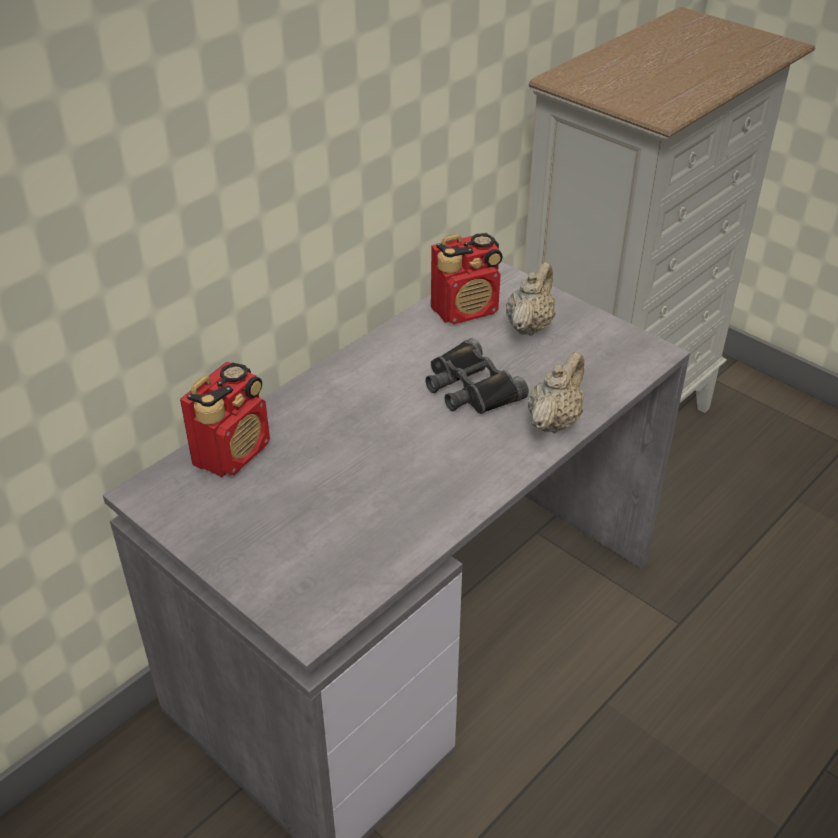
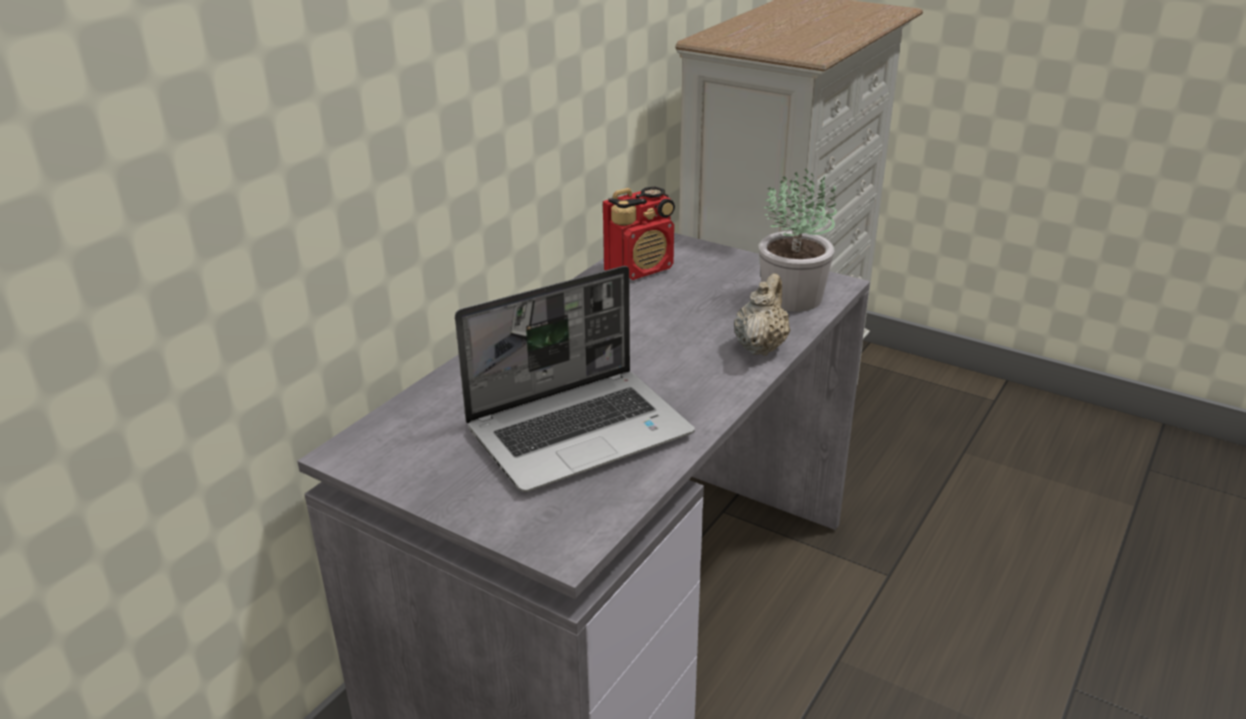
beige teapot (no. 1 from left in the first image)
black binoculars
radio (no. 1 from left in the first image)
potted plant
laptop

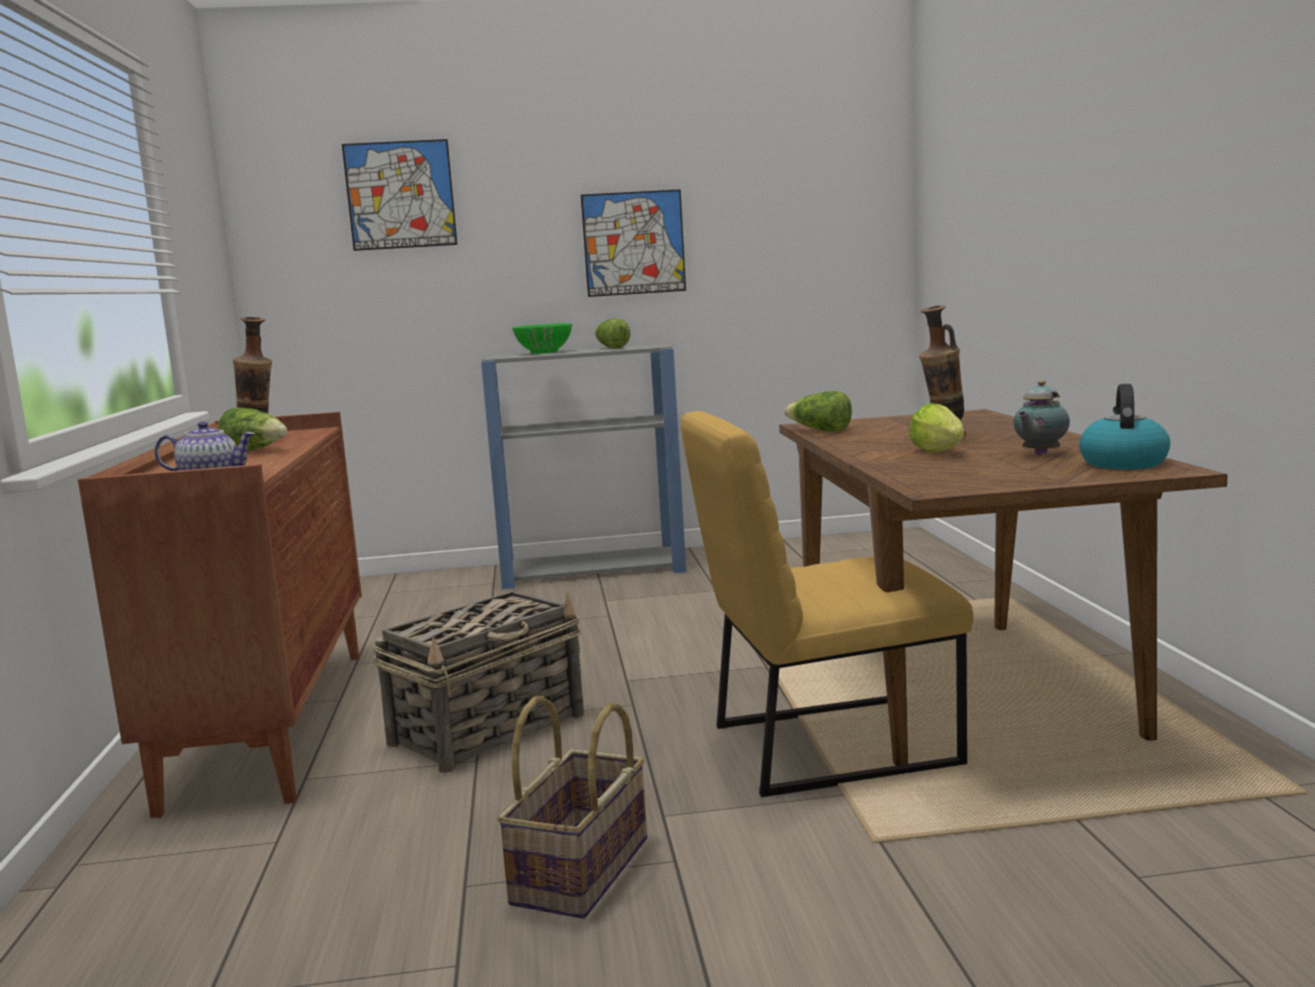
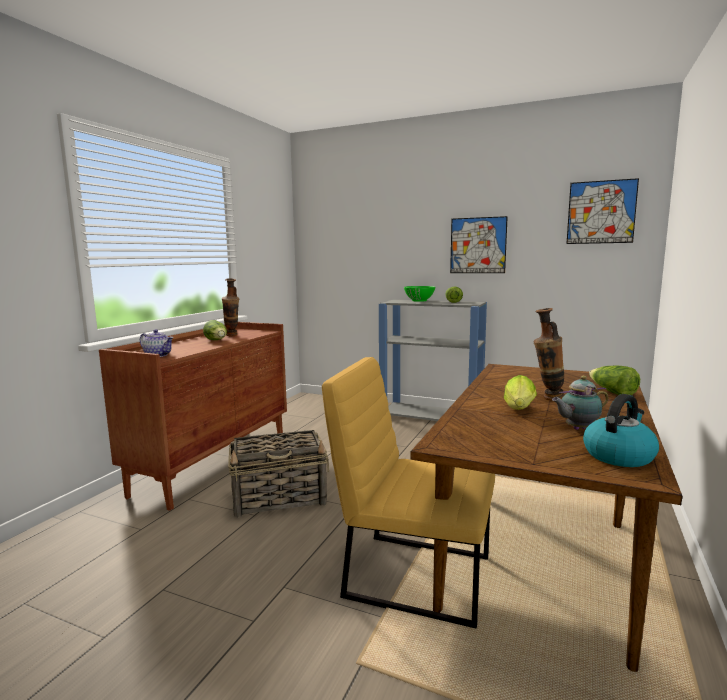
picture (no. 2 from left)
lettuce (no. 4 from left)
basket (no. 2 from left in the first image)

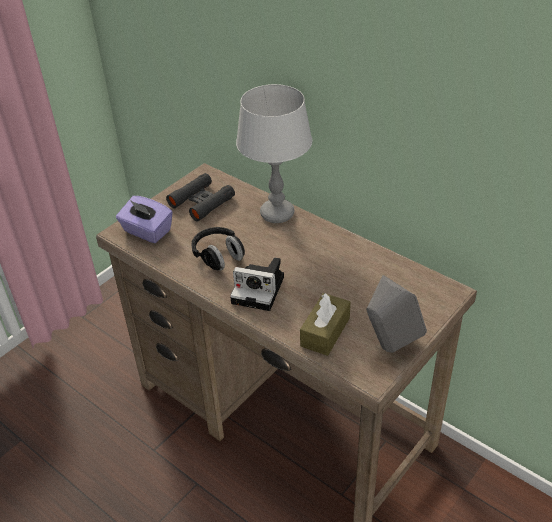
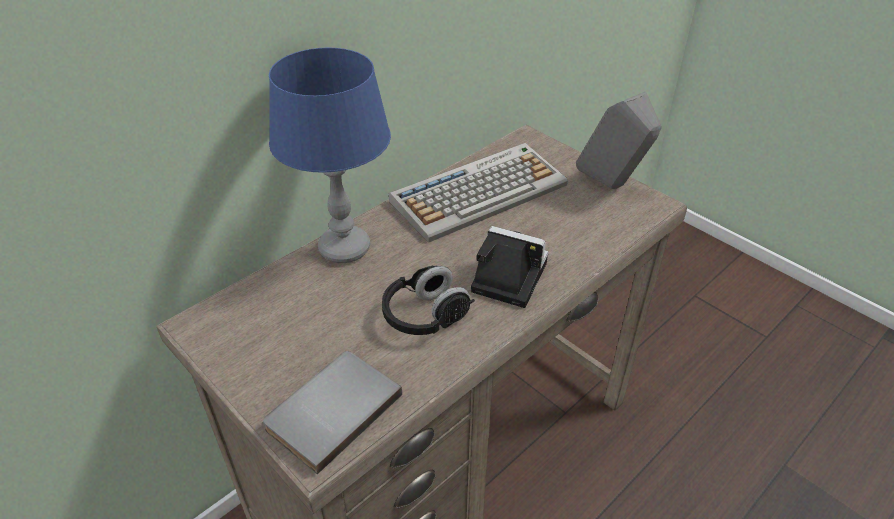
blue table lamp
black binoculars
grey book
photo camera
brown tissue box
keyboard

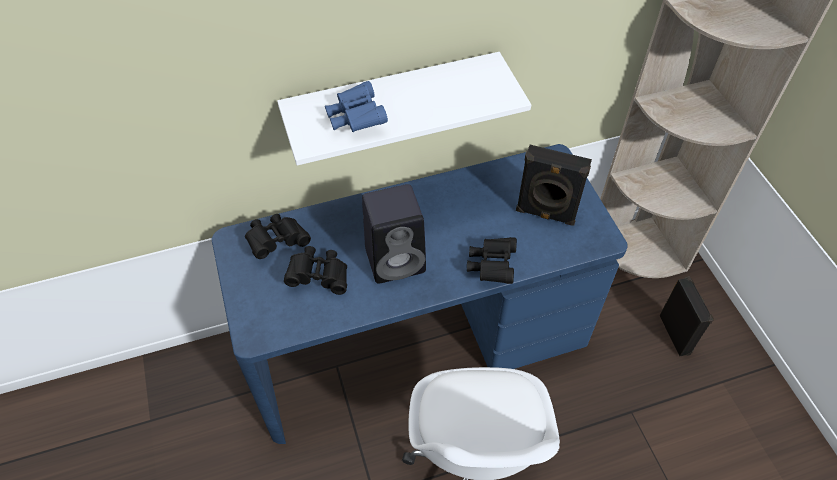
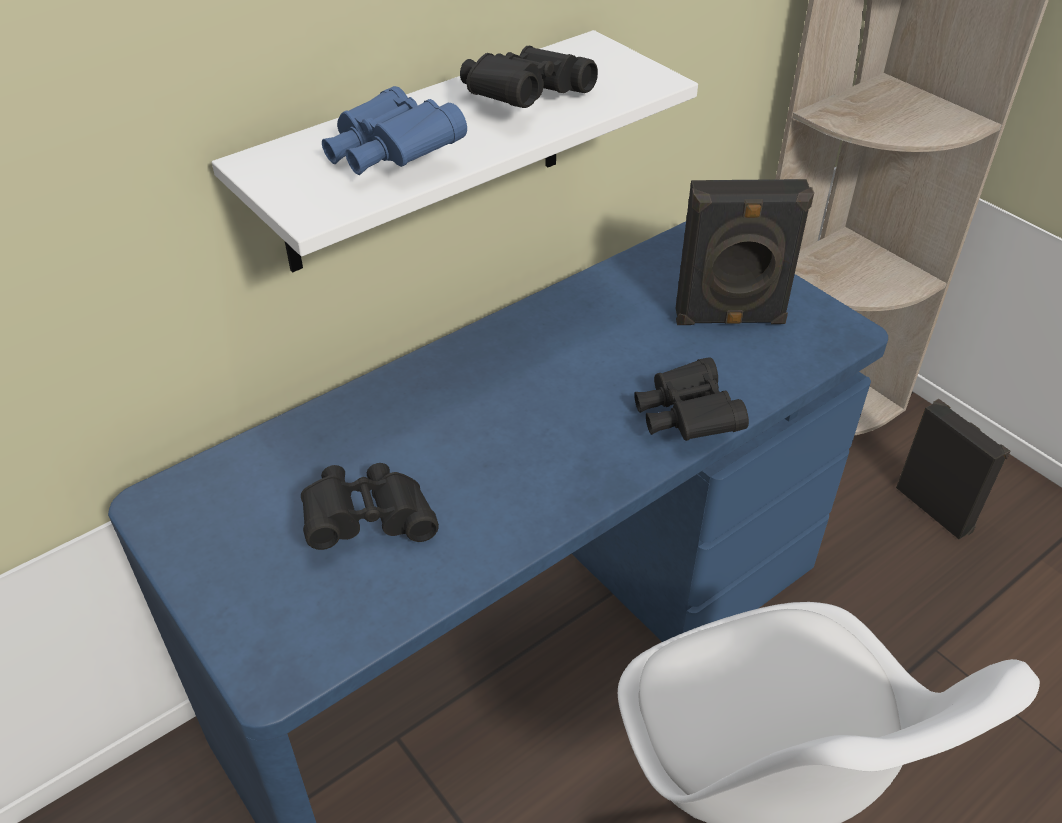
black speaker (no. 1 from left in the first image)
black binoculars (no. 2 from left)

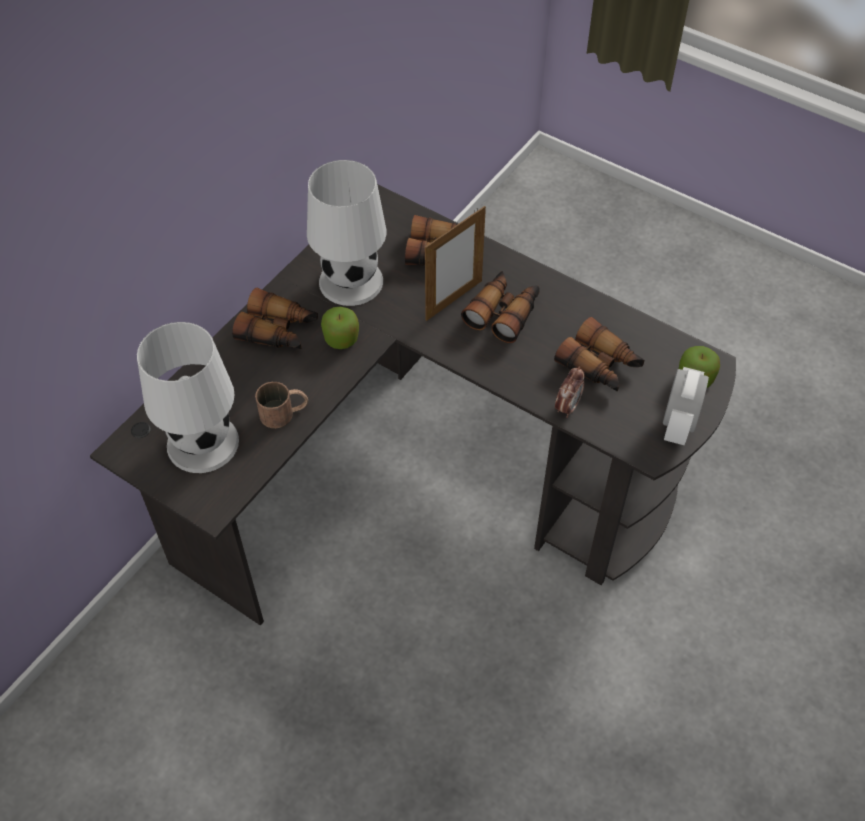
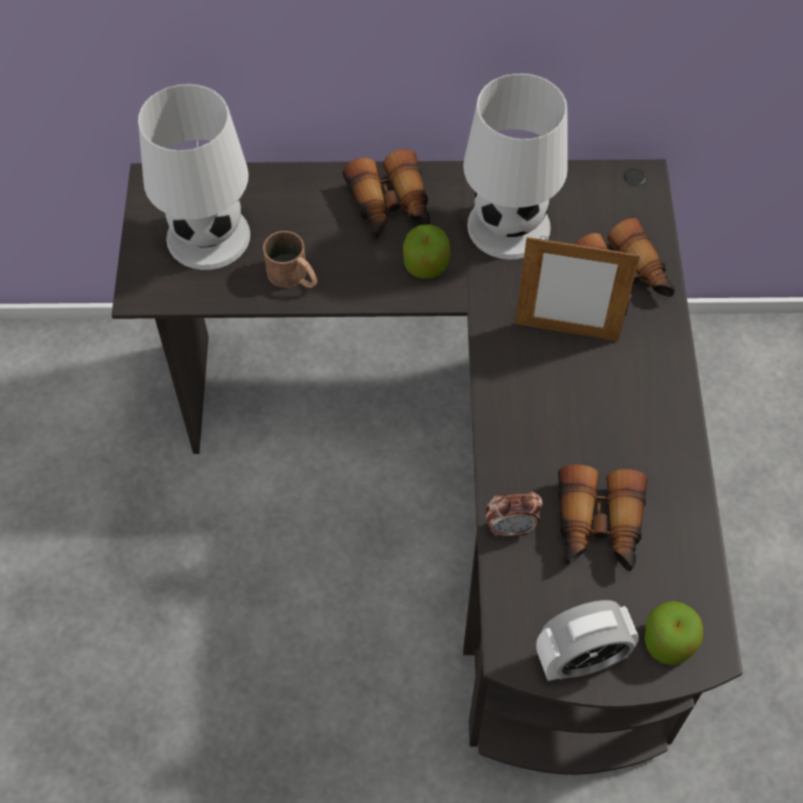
binoculars (no. 3 from left in the first image)

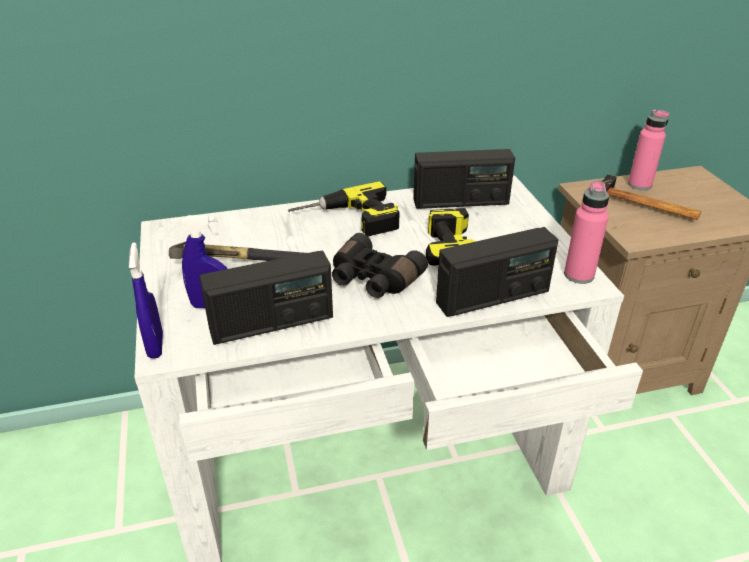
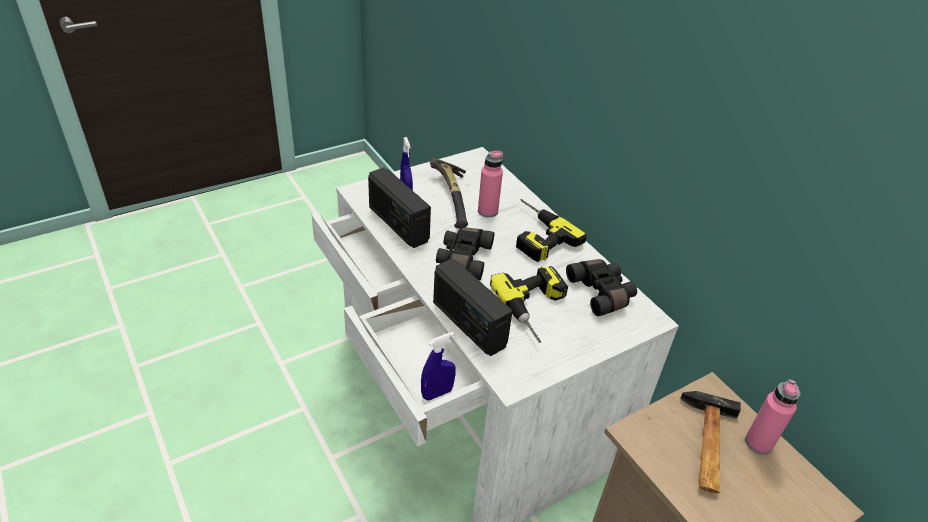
black binoculars (no. 2 from left)
pink bottle (no. 1 from left)
blue spray bottle (no. 2 from left)

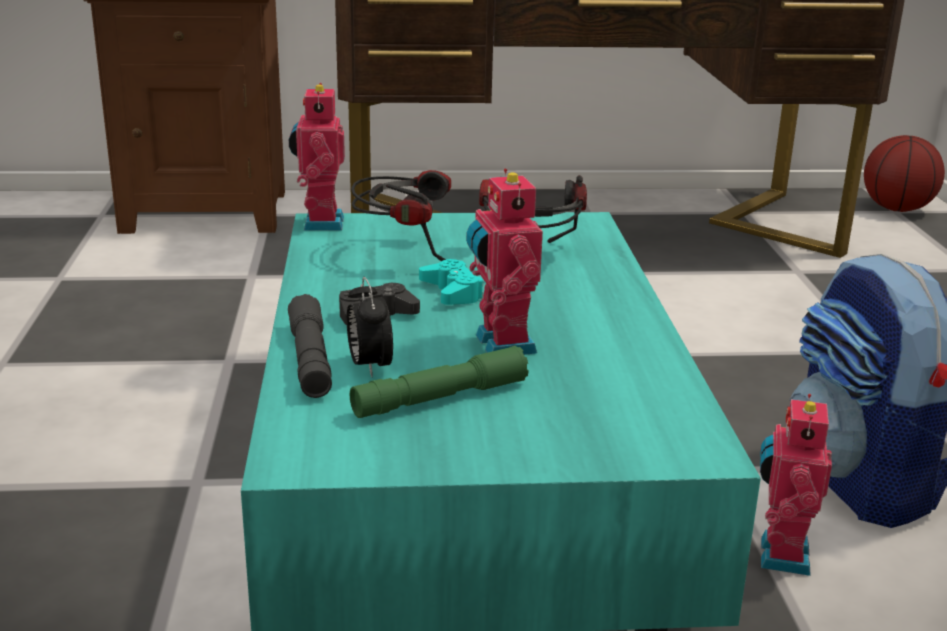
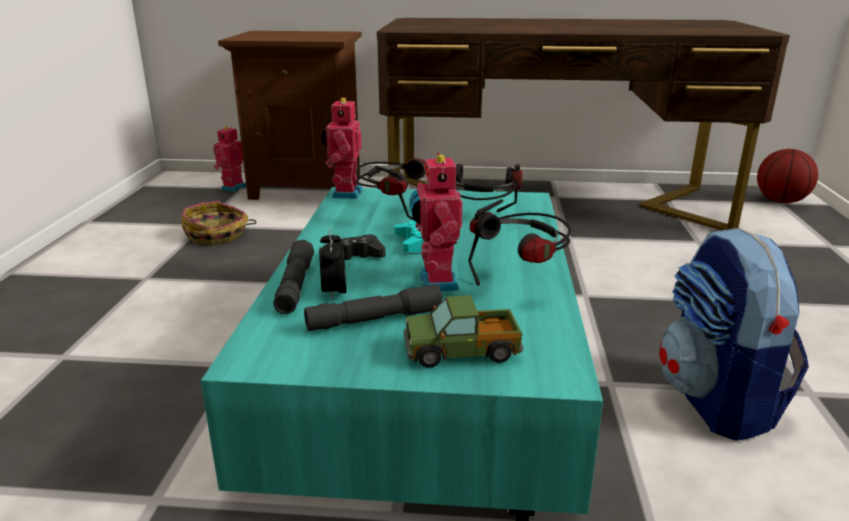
grey flashlight (no. 2 from left)
toy robot (no. 1 from left)
headphones (no. 3 from left)
basket
toy truck

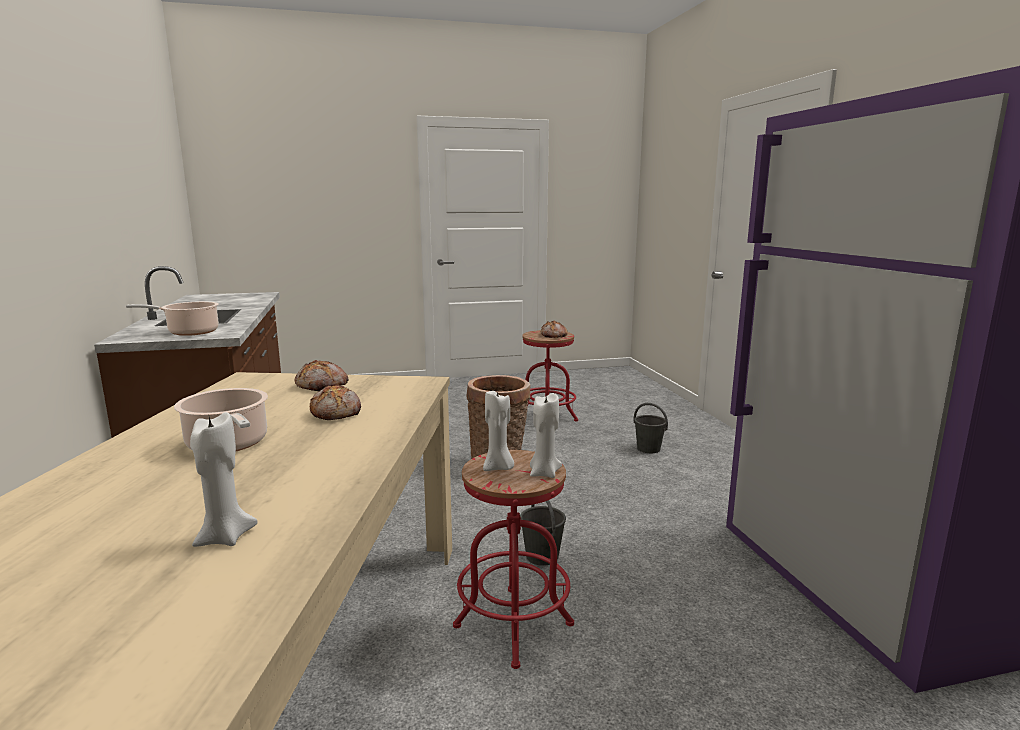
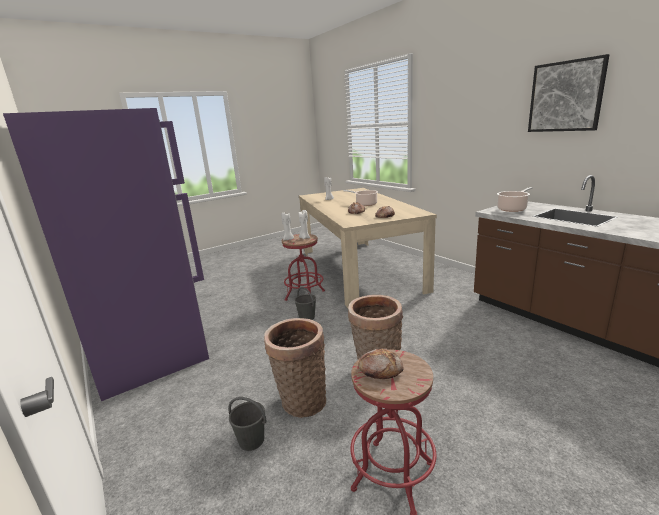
picture
basket (no. 1 from left)

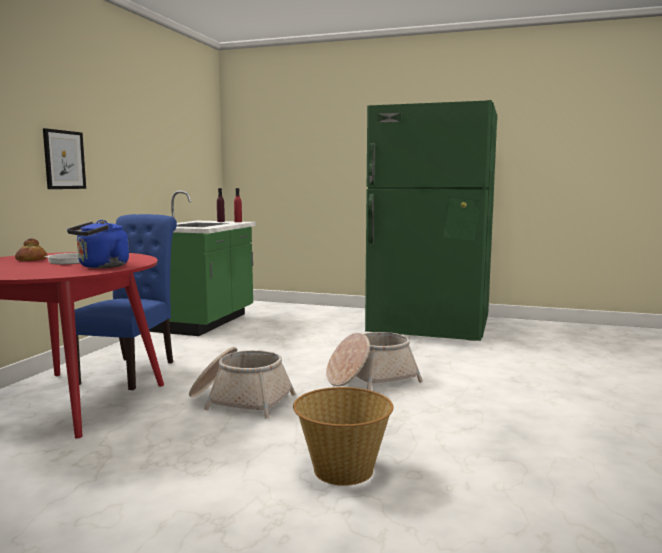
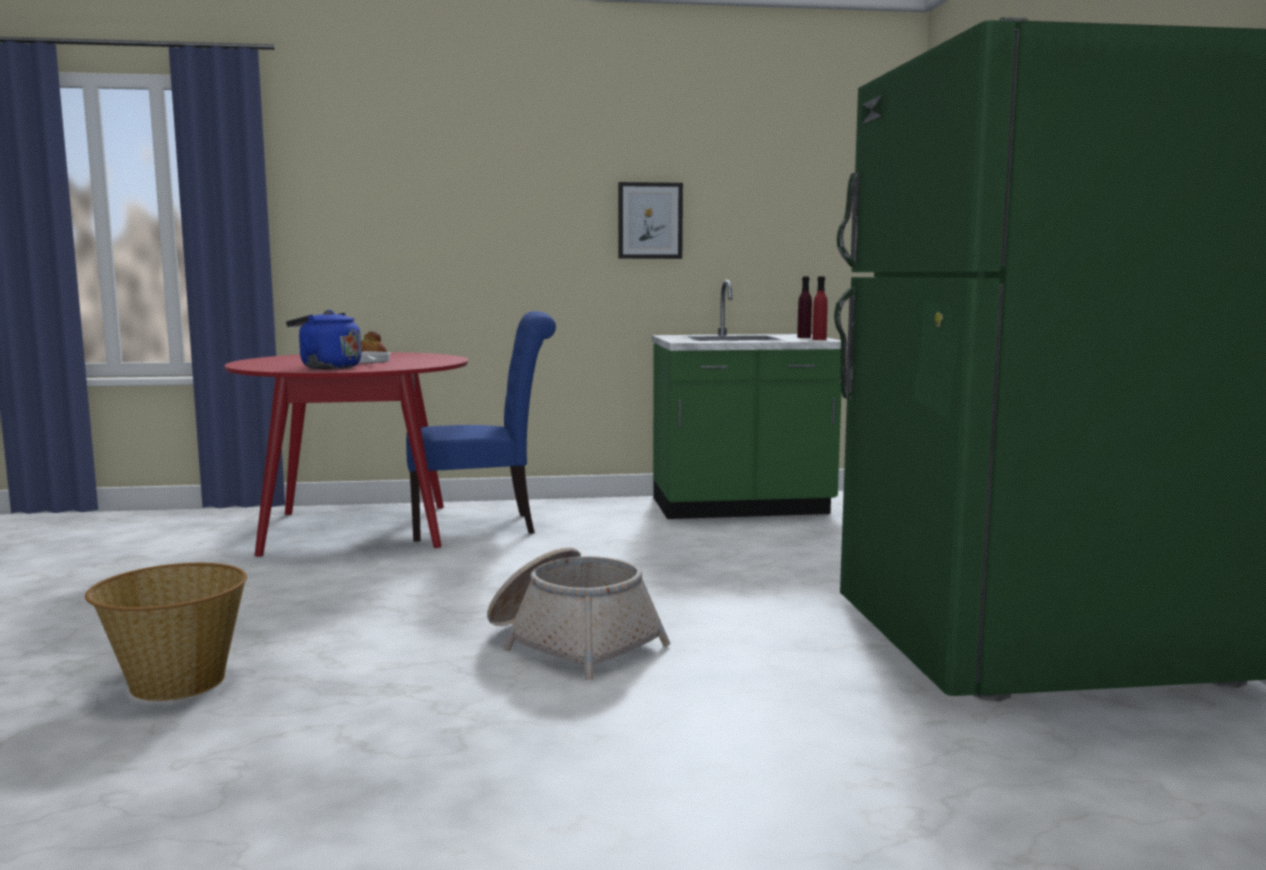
picture
basket (no. 1 from left in the first image)

